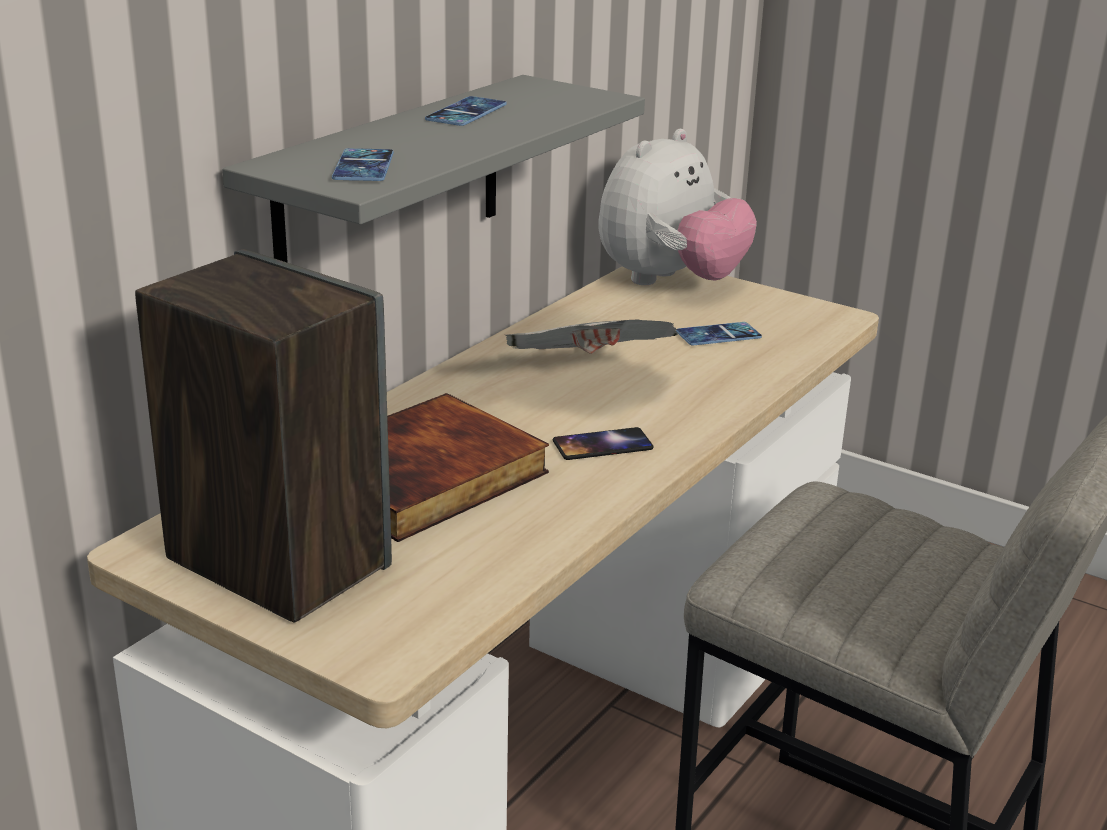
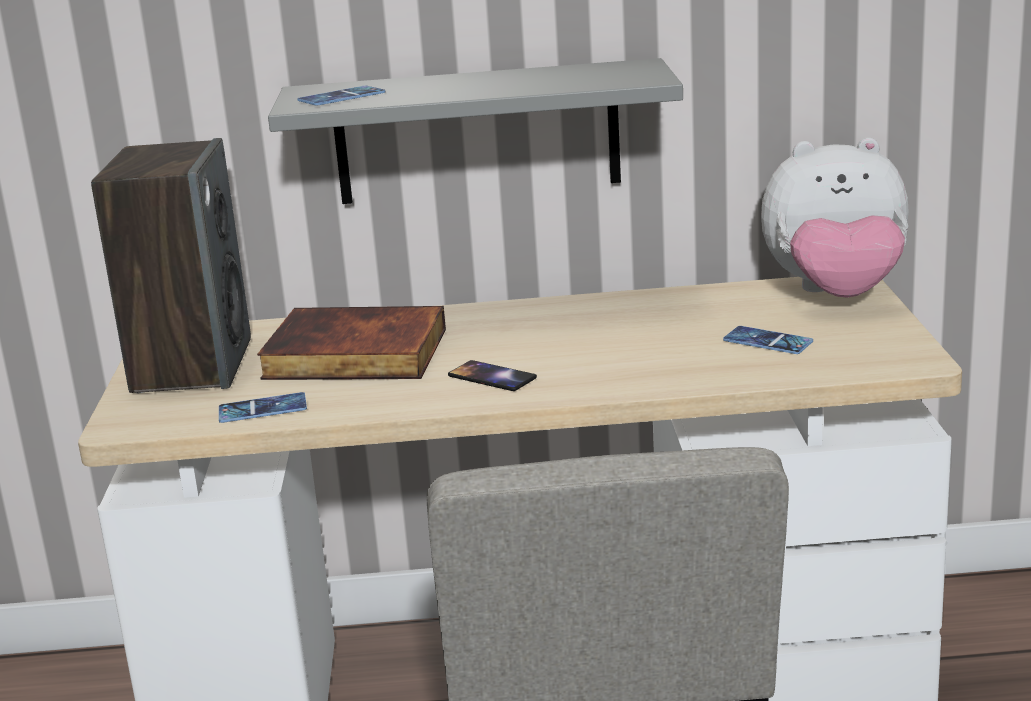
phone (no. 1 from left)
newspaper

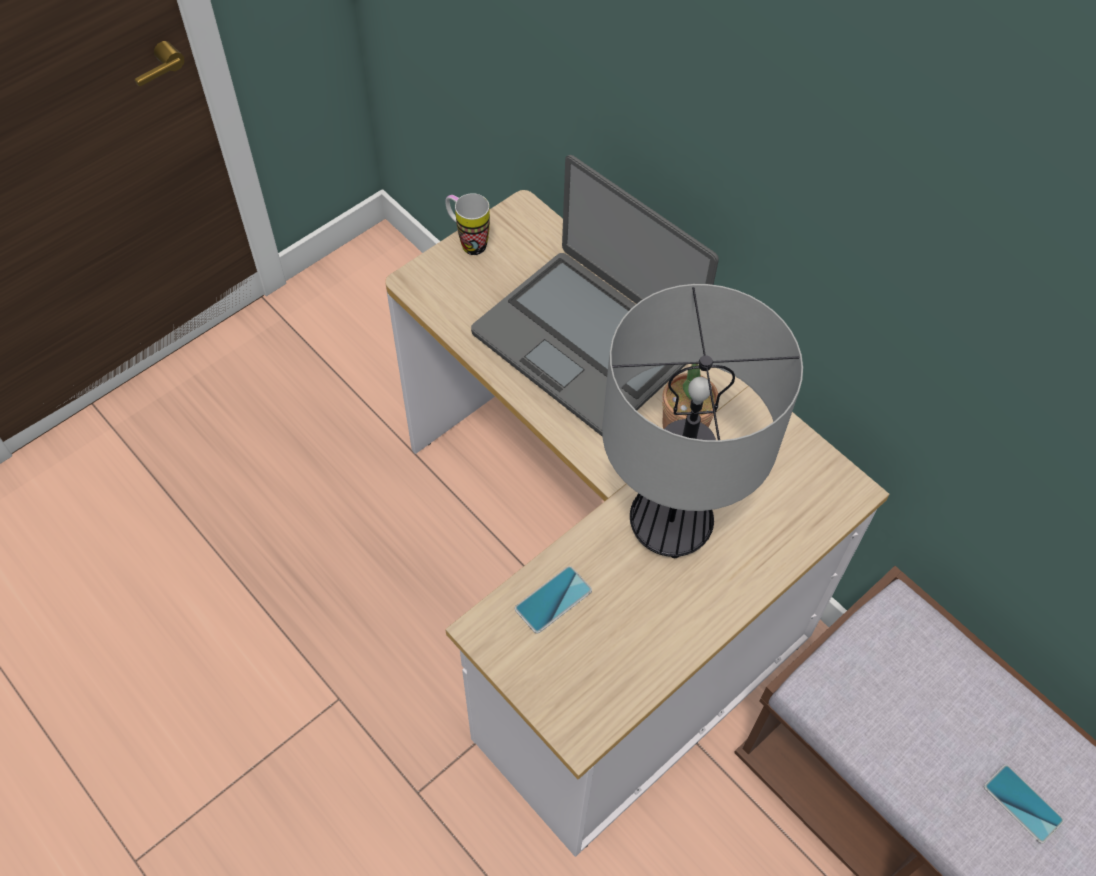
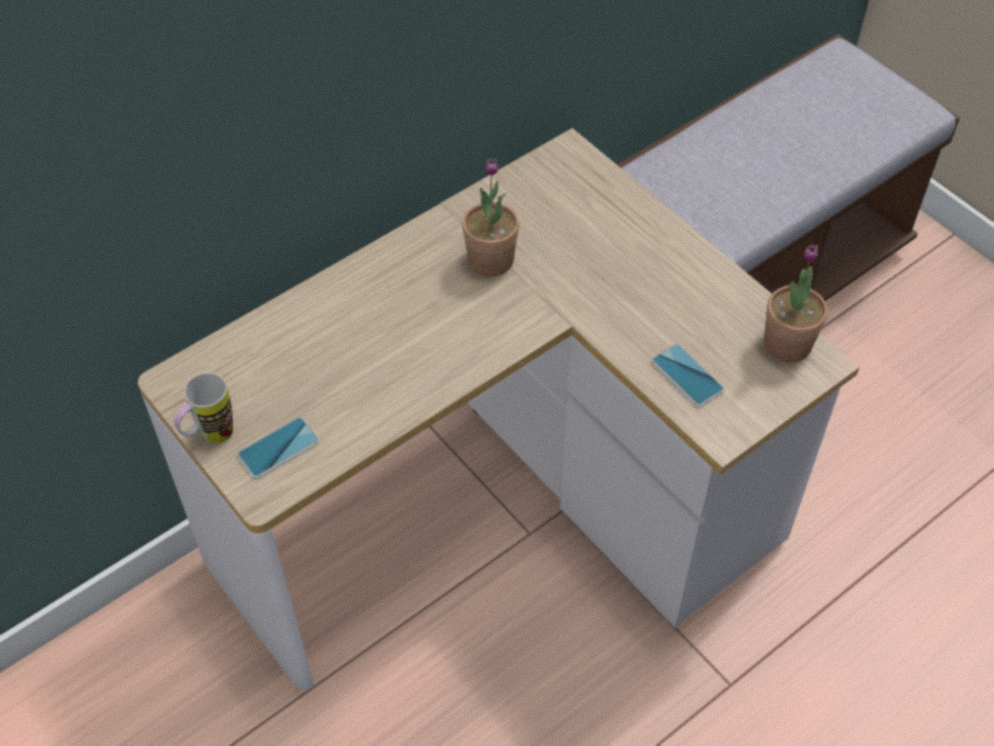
laptop
table lamp
phone (no. 1 from left)
potted plant (no. 2 from left)

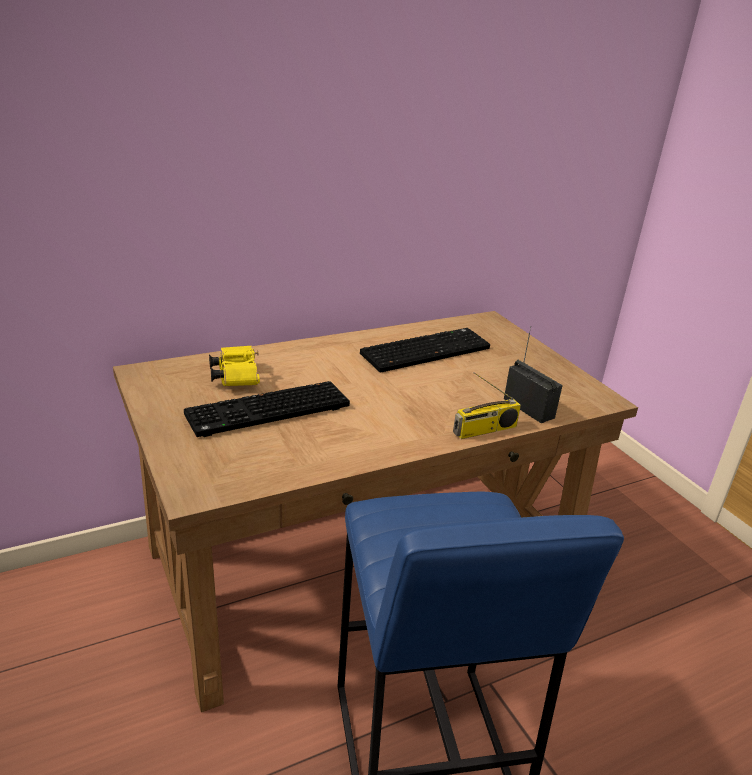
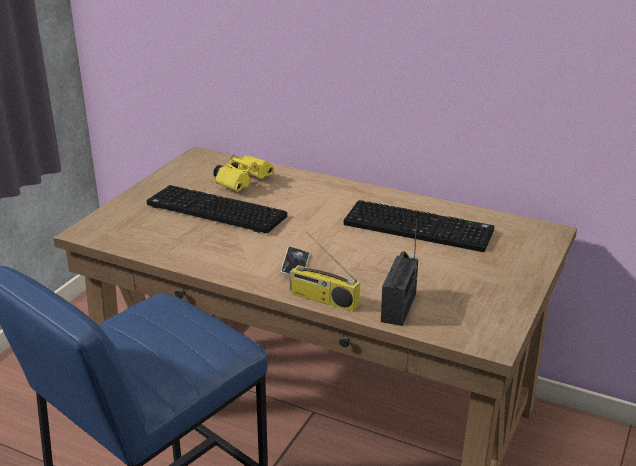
phone

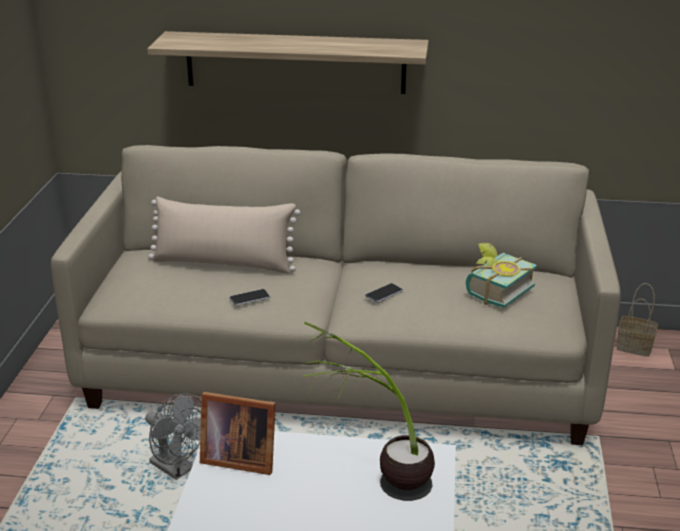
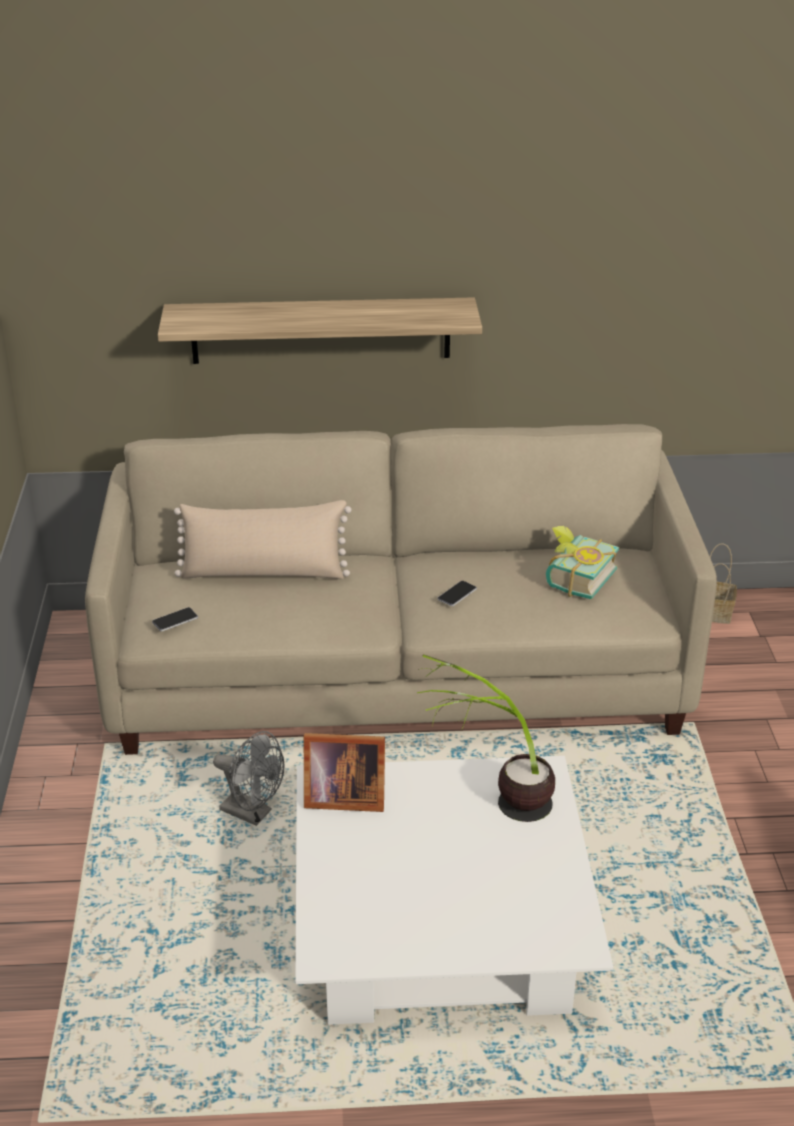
phone (no. 1 from left)

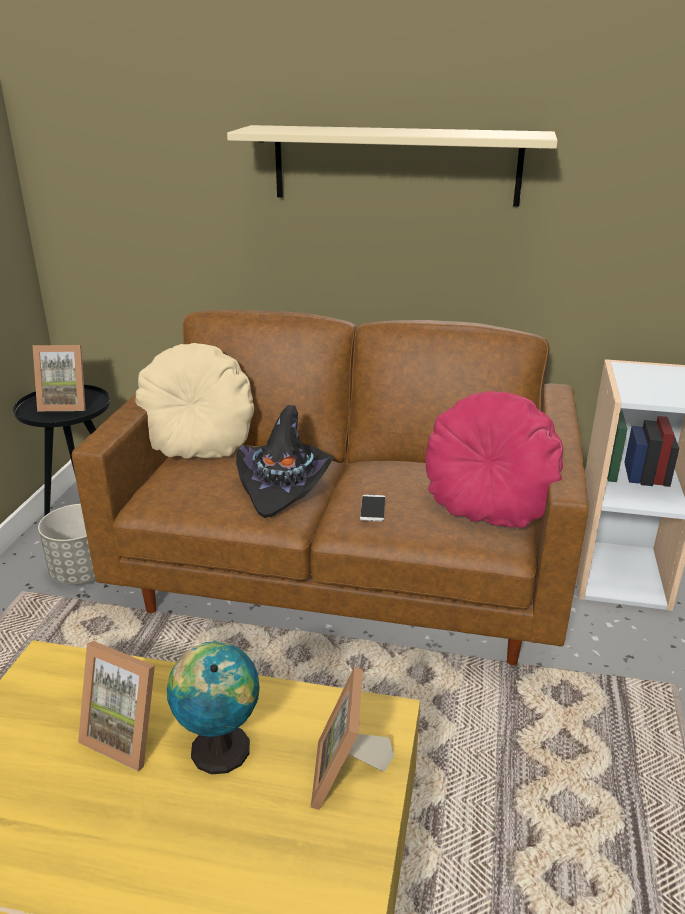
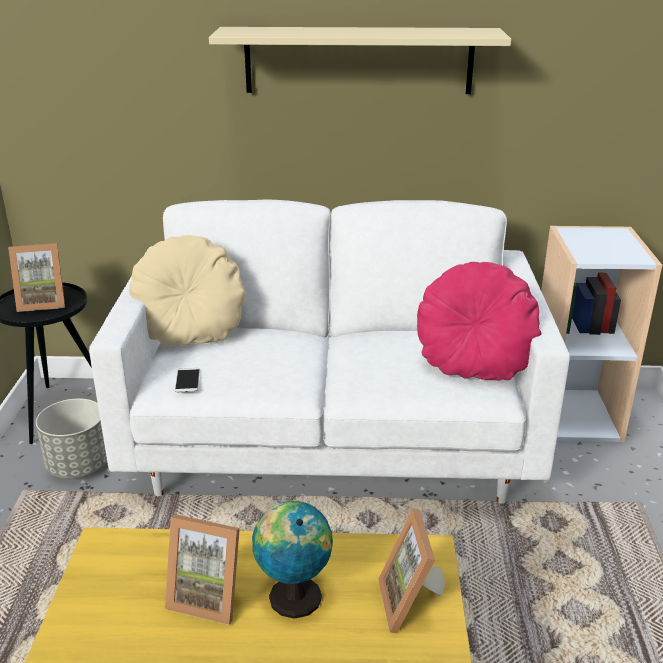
white sofa
black hat
phone

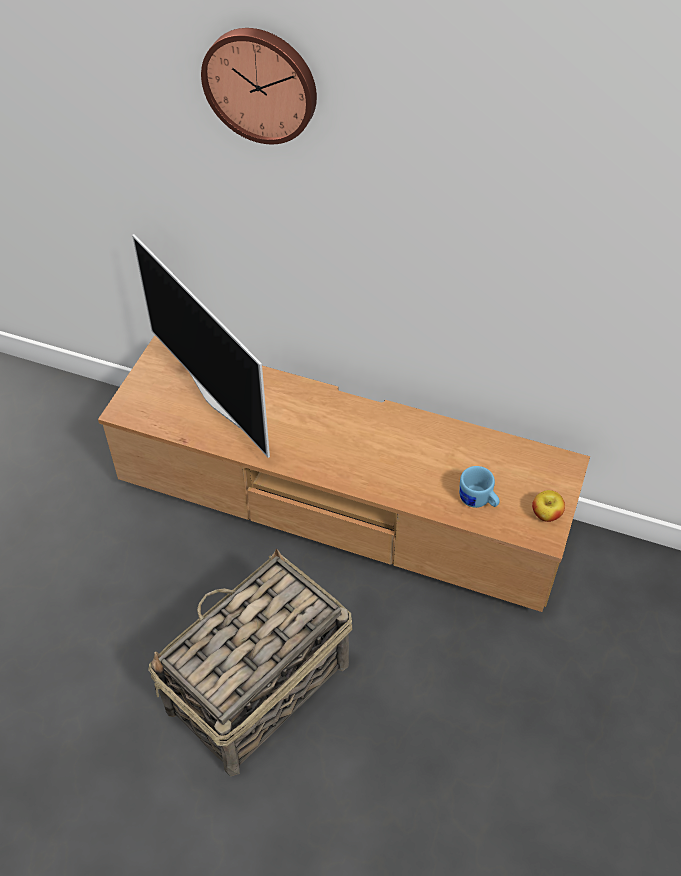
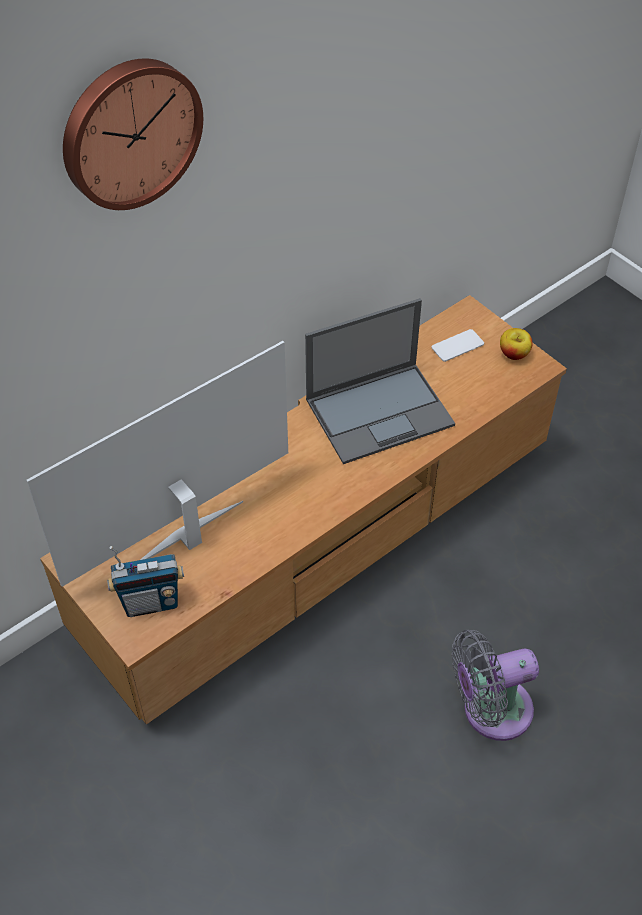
television
blue mug
grey fan
laptop
phone
radio

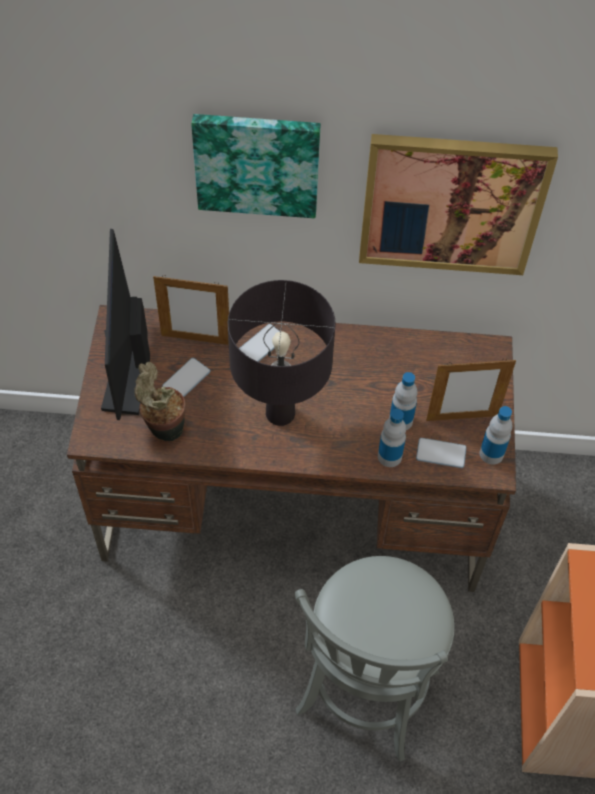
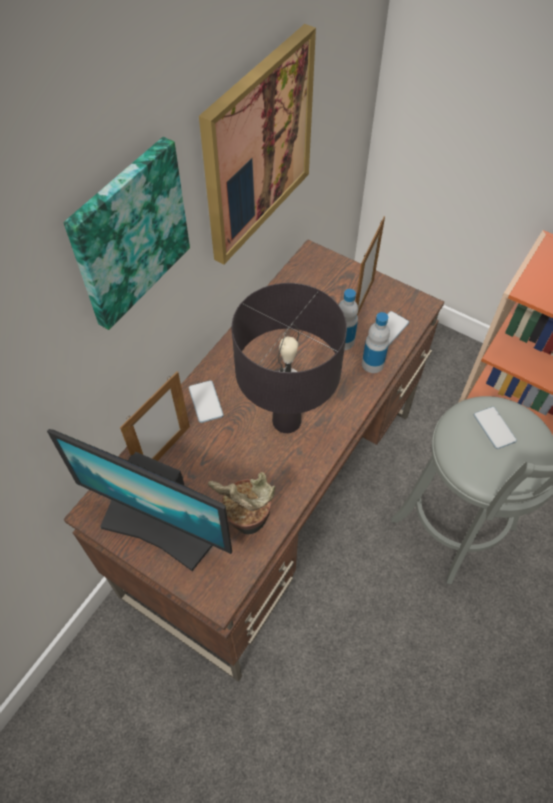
phone (no. 3 from left)
bottle (no. 3 from left in the first image)

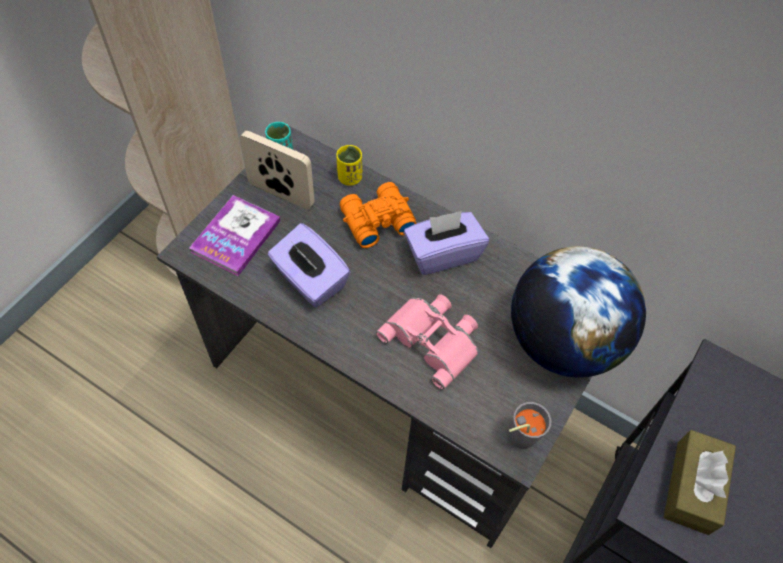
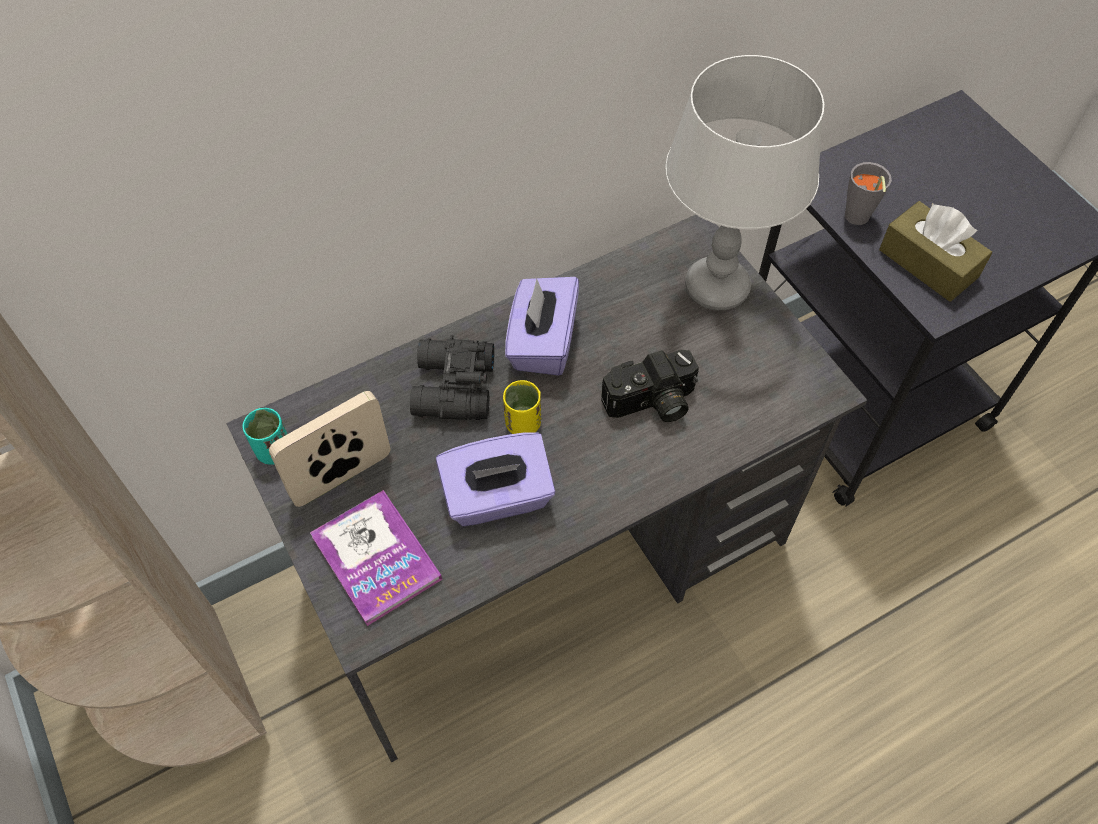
yellow cup
black binoculars
grey table lamp
photo camera
grey cup

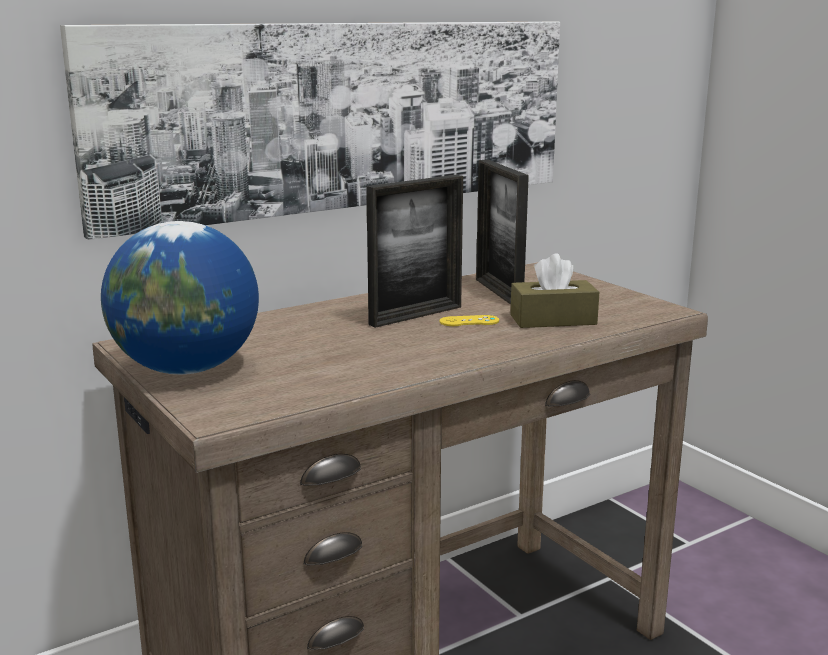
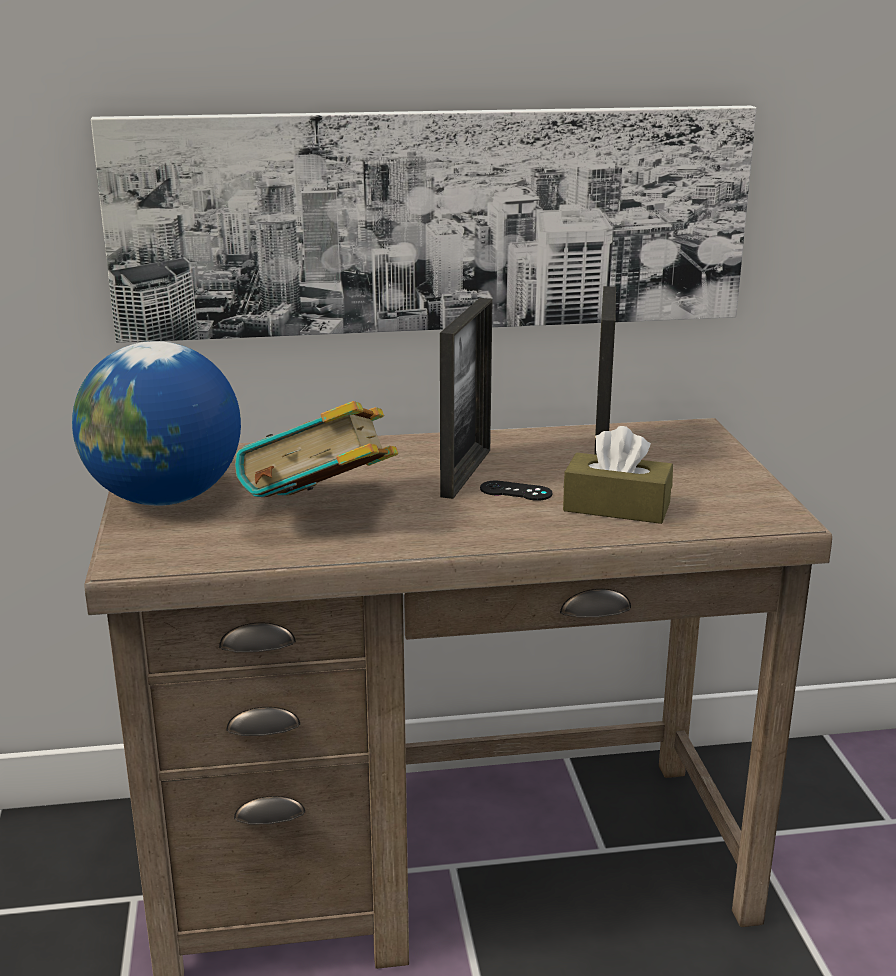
picture frame (no. 1 from left)
black game controller
book

